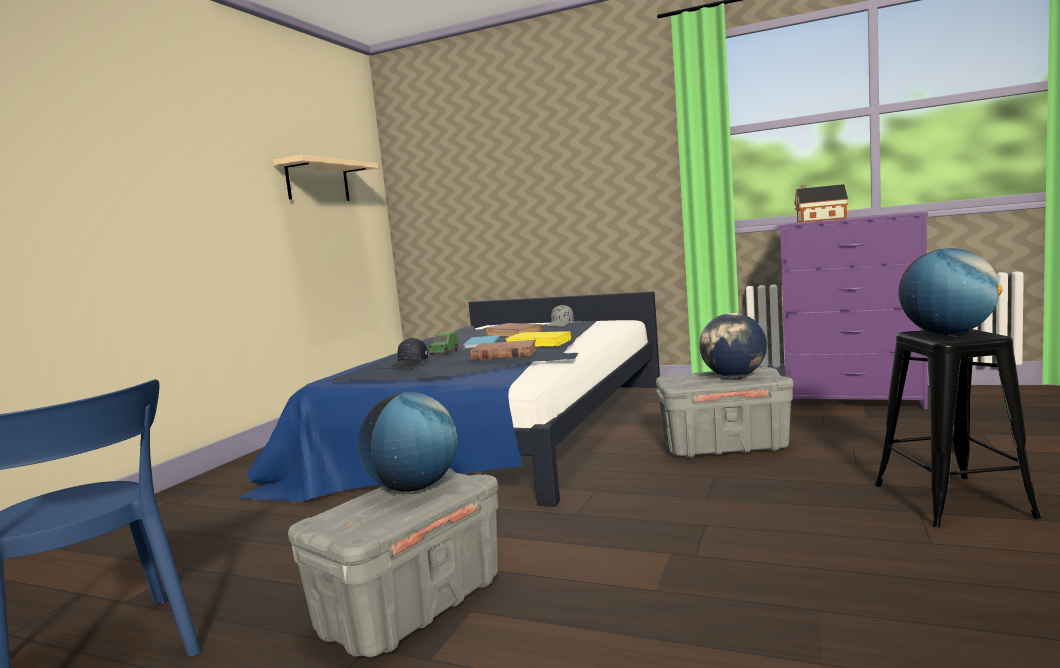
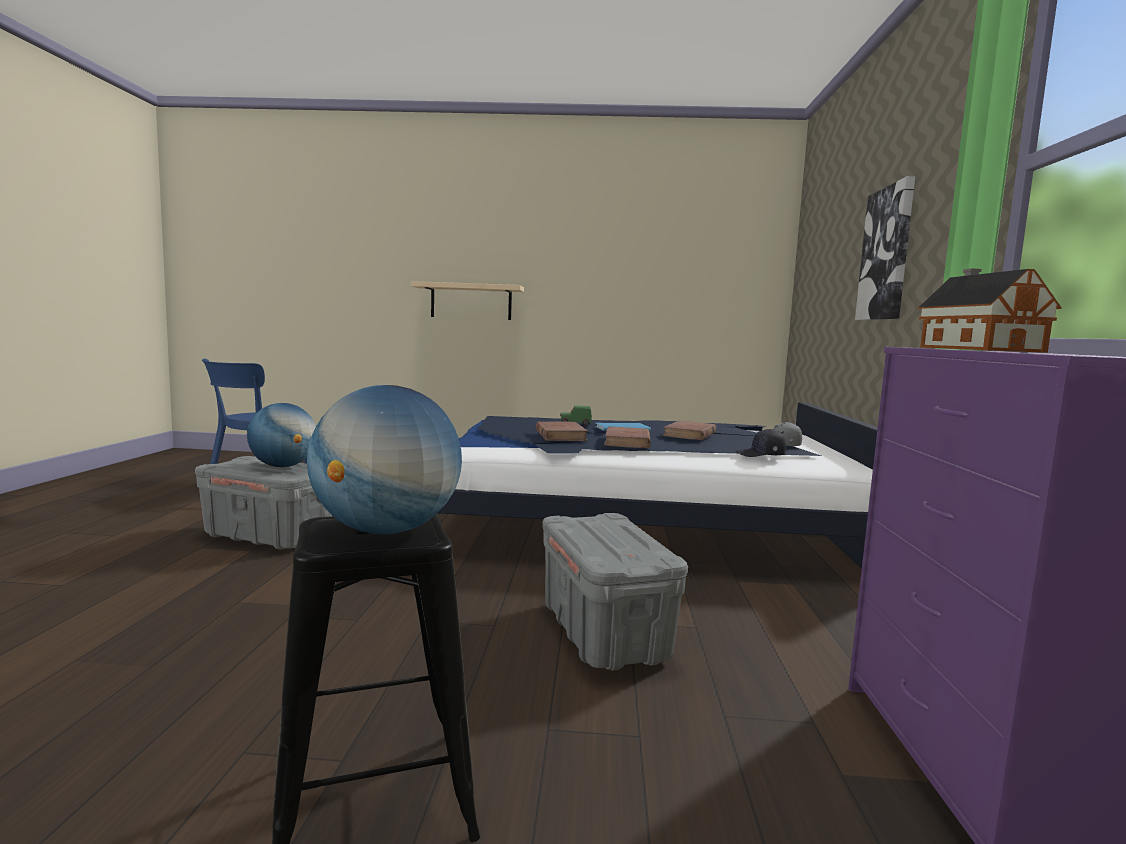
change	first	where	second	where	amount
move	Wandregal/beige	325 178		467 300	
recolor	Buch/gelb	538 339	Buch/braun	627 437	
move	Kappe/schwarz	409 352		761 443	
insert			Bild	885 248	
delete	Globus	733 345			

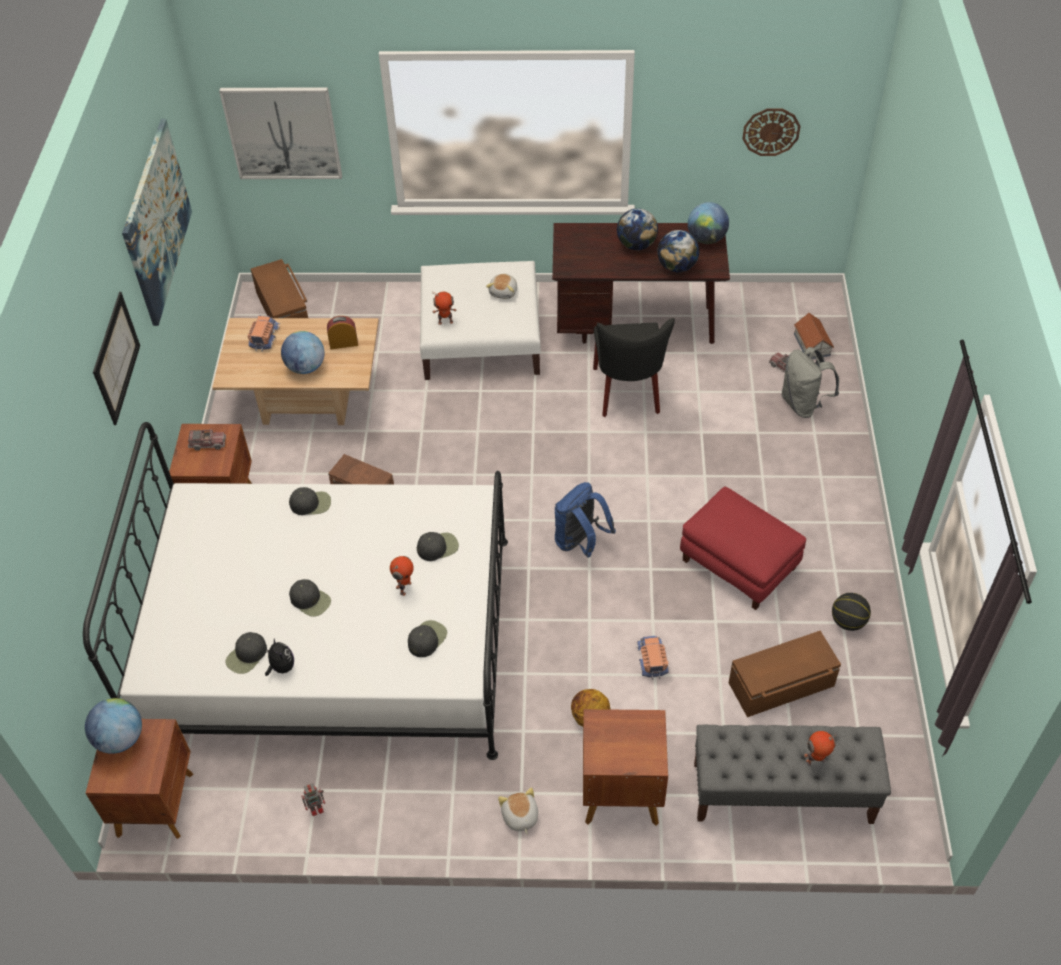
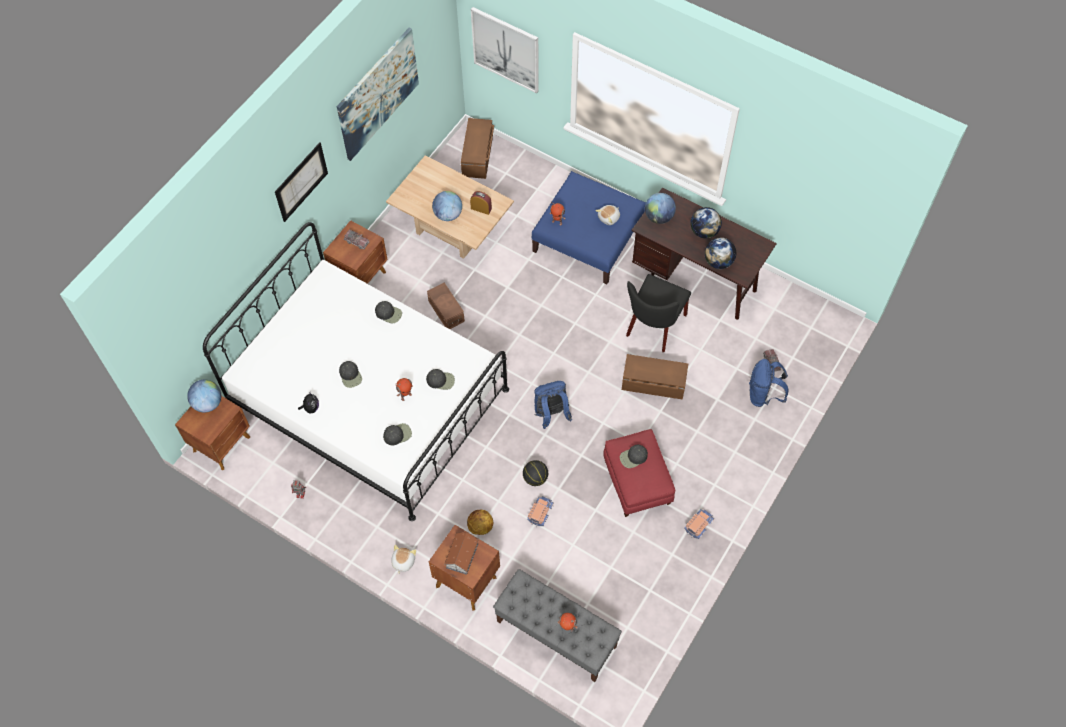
change	first	where	second	where	amount
move	Spielzeughaus	814 336		461 553	
move	Basketball	851 612		535 473	
recolor	Polsterhocker/weiß	480 320	Polsterhocker/blau	589 227	
move	Kappe/schwarz	246 653		634 456	
move	Aufbewahrungsbox/braun	785 674		655 377	
move	Globus	708 223		660 208	
move	Spielzeuglaster	263 333		699 524	
recolor	Rucksack/grau	810 382	Rucksack/blau	769 383	
delete	Wanduhr	771 132			

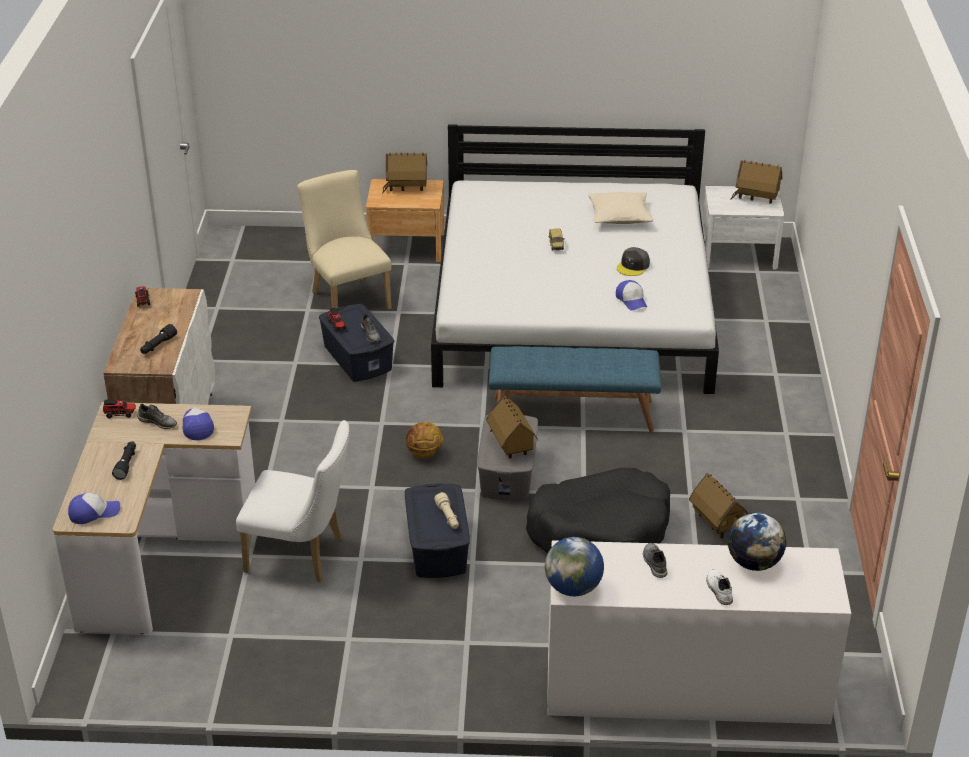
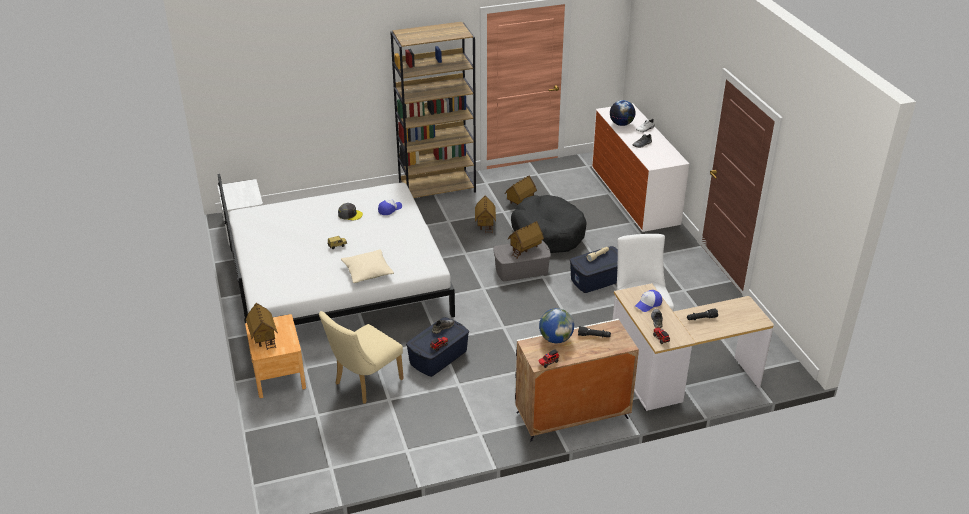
change	first	where	second	where	amount
move	Kissen/beige	620 208		367 266	
insert			Bücherregal/braun	433 110	
move	Spielzeughaus	756 182		485 214	
move	Globus	574 566		556 325	
delete	Kappe	94 508			
delete	Basketball	424 440			
delete	Bank/blau	575 389			

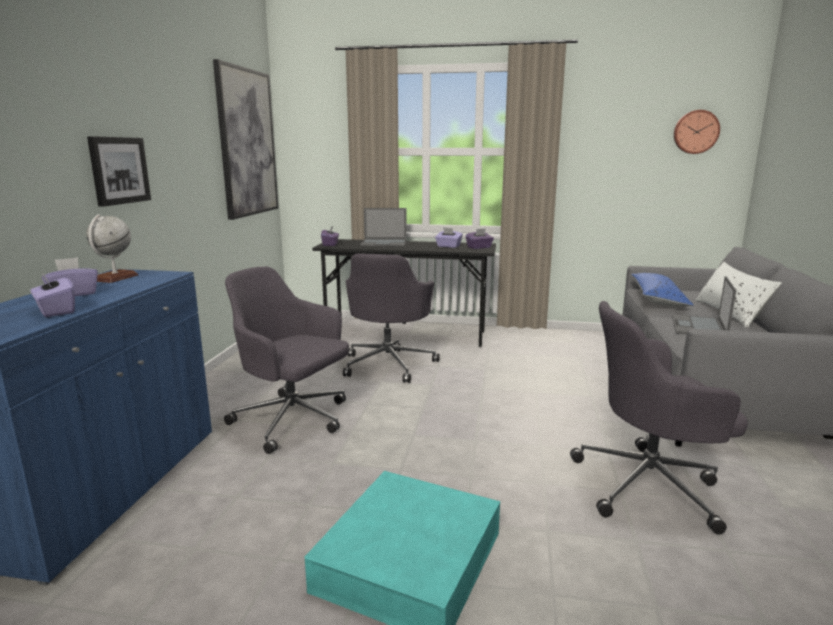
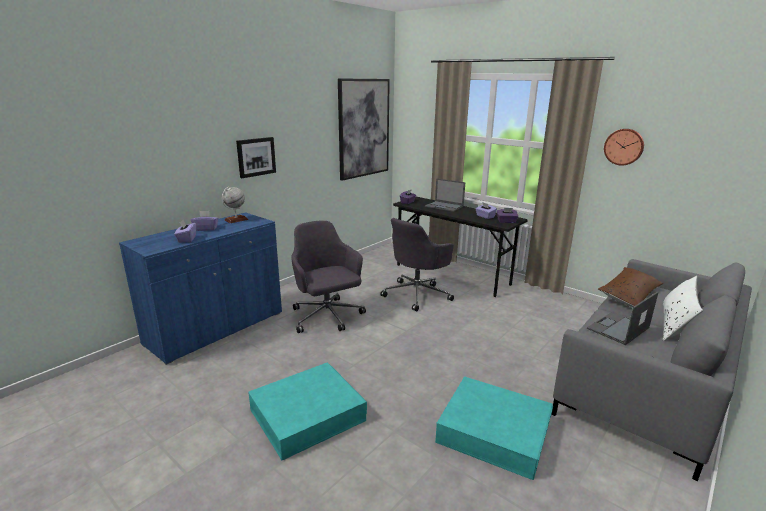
change	first	where	second	where	amount
replace	Bürostuhl/grau	659 418	Aufbewahrungsbox/türkis	494 428	
recolor	Kissen/blau	662 290	Kissen/braun	630 287	
move	Wanduhr	697 132		624 147	

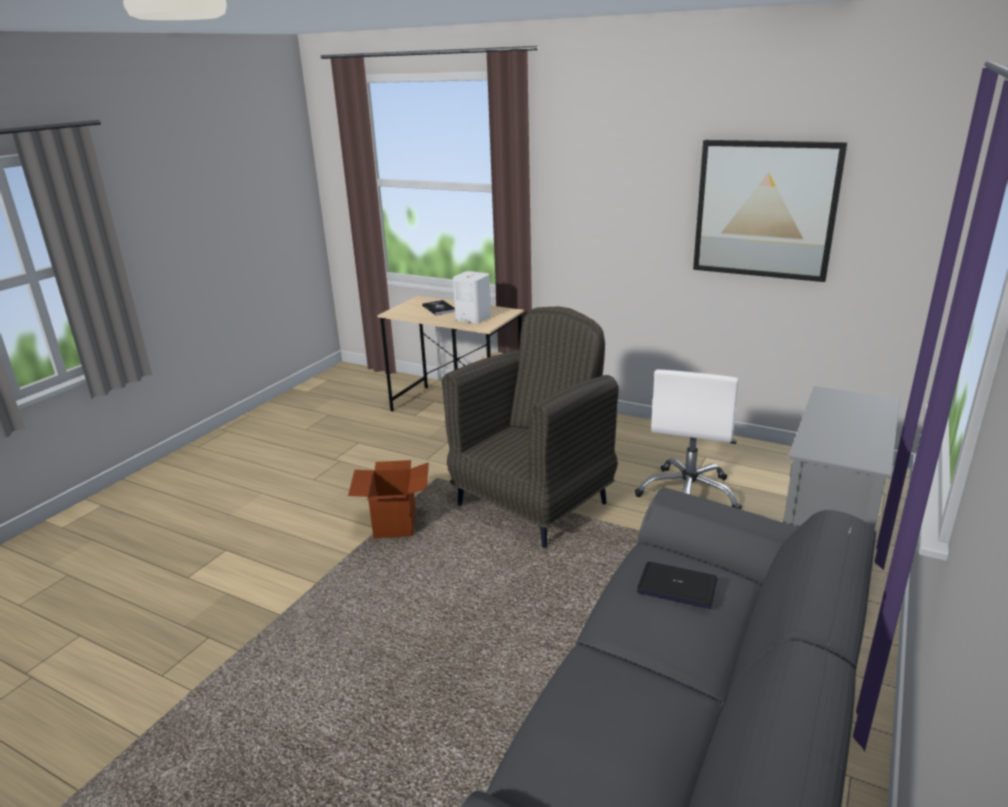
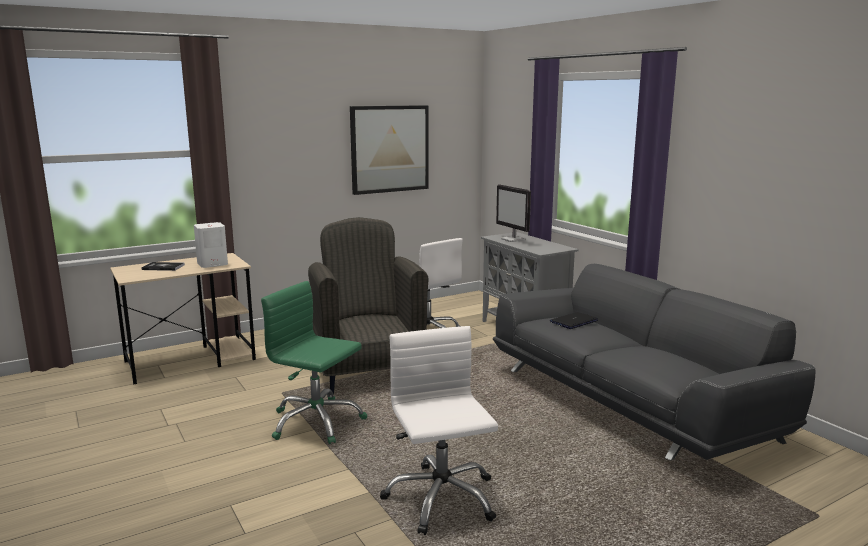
change	first	where	second	where	amount
replace	Karton	388 499	Bürostuhl/grün	314 362	
insert			Bürostuhl/weiß	439 430	
insert			Monitor	513 213	

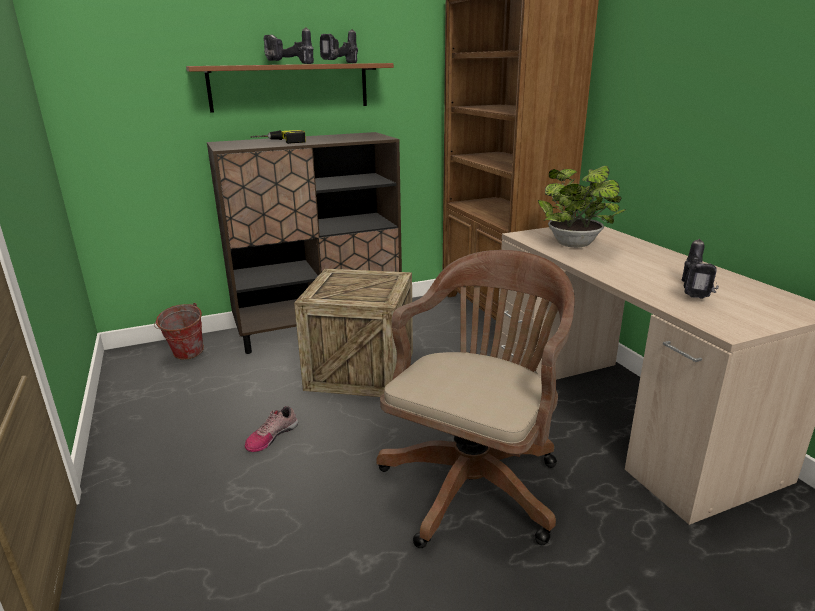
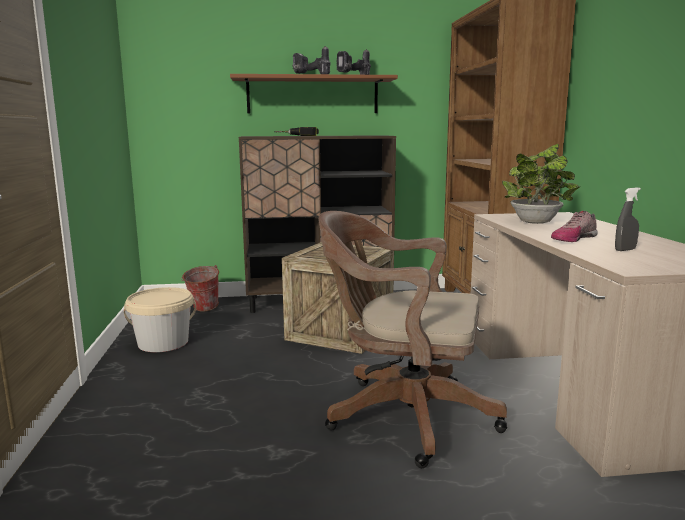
change	first	where	second	where	amount
insert			Eimer/beige	160 319	
rotate	Bürostuhl/braun	475 399		413 339	120 degrees counterclockwise
move	Schuh	271 429		574 226	
replace	Bohrmaschine	700 269	Sprühflasche/grau	628 219	

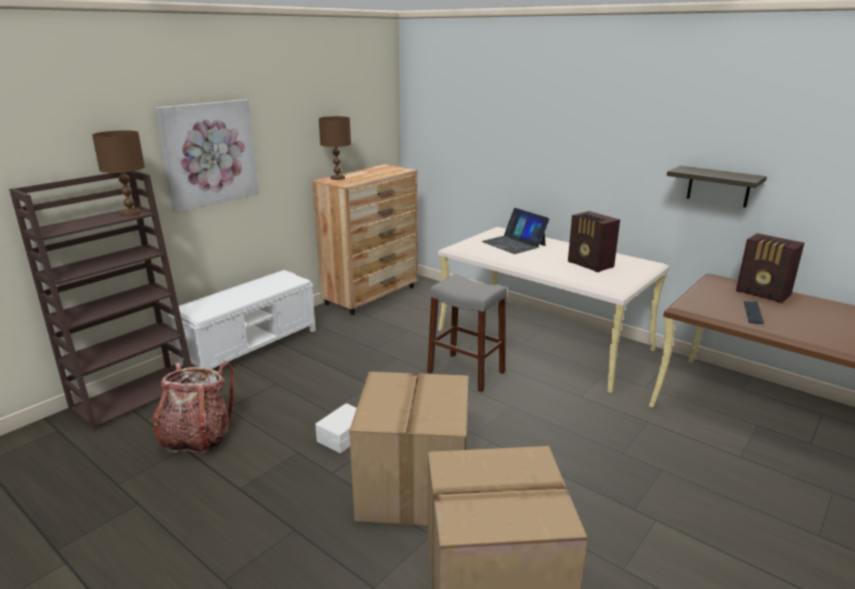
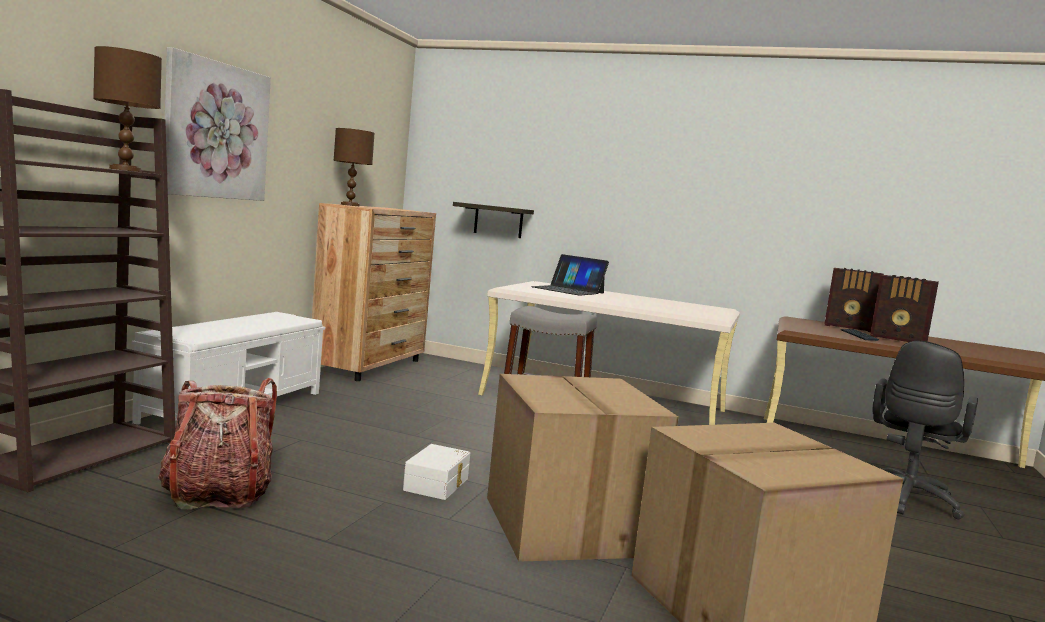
change	first	where	second	where	amount
move	Wandregal	717 187		493 220	
move	Radio	594 241		904 308	
insert			Bürostuhl/schwarz	925 430	

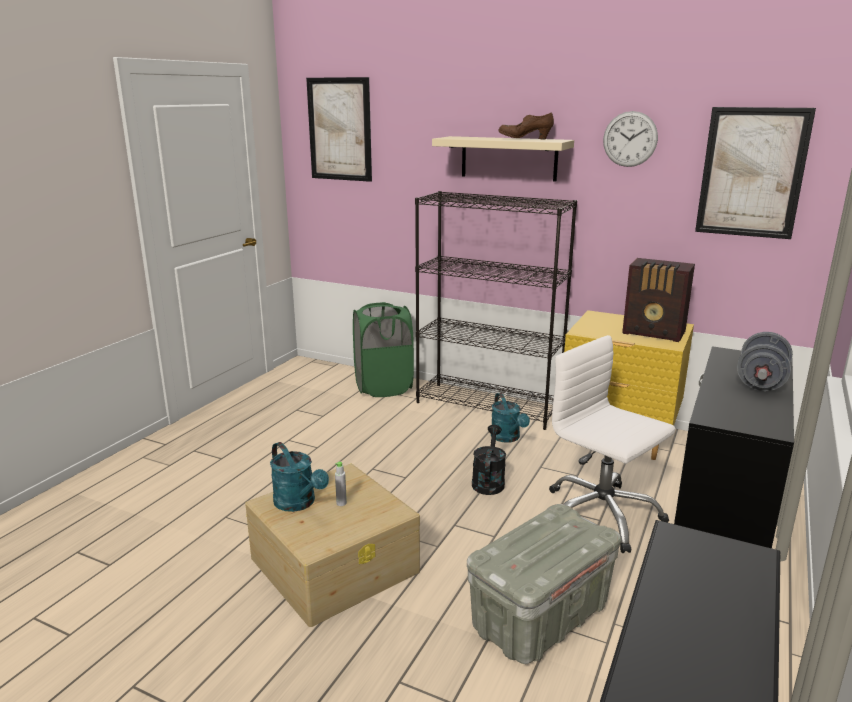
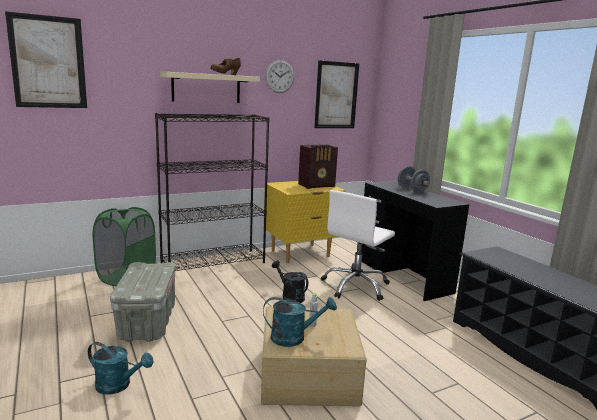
change	first	where	second	where	amount
move	Gießkanne/türkis	510 418		120 368	
move	Aufbewahrungsbox/grau	544 584		143 302	
rotate	Bürostuhl/weiß	612 444		358 245	45 degrees counterclockwise

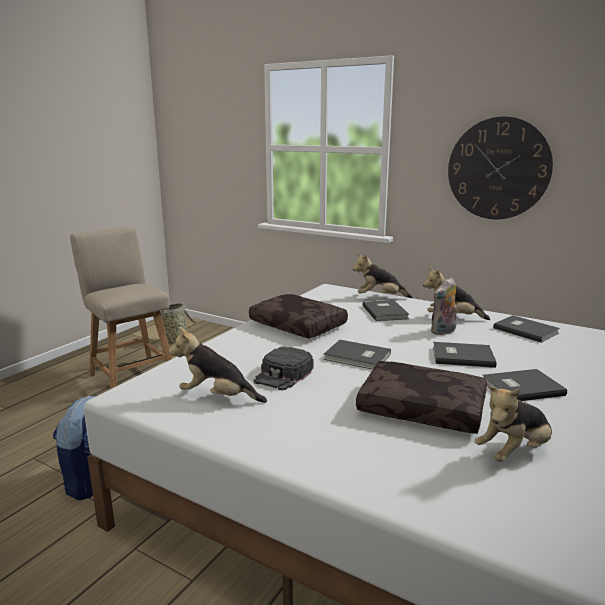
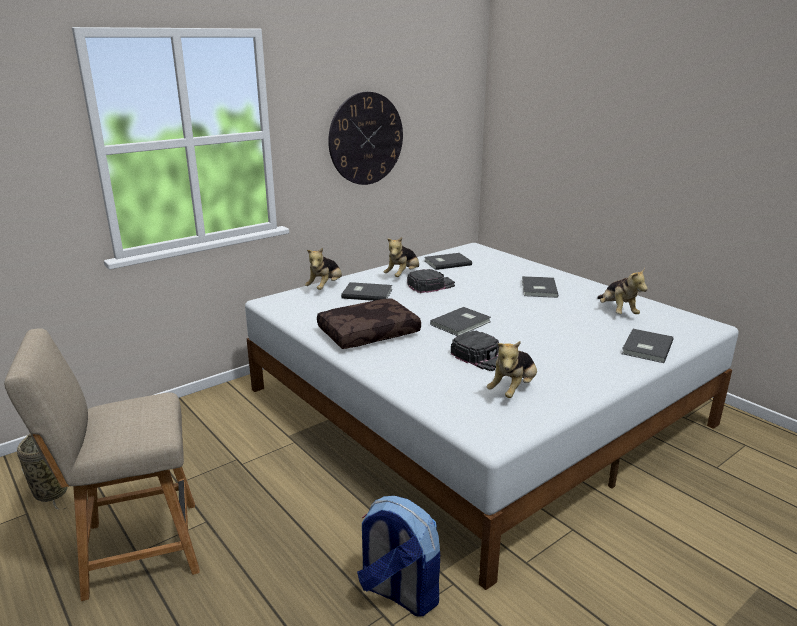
change	first	where	second	where	amount
replace	Plüschtier	444 306	Kappe/schwarz	431 281	
move	Buch/grau	465 355		647 346	
delete	Kissen/braun	421 397			

